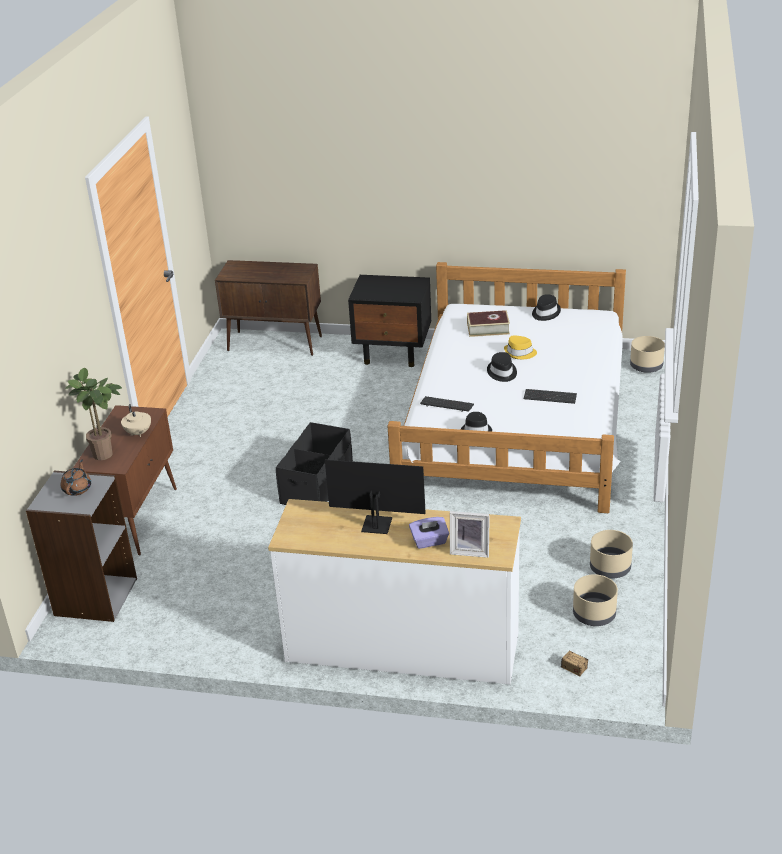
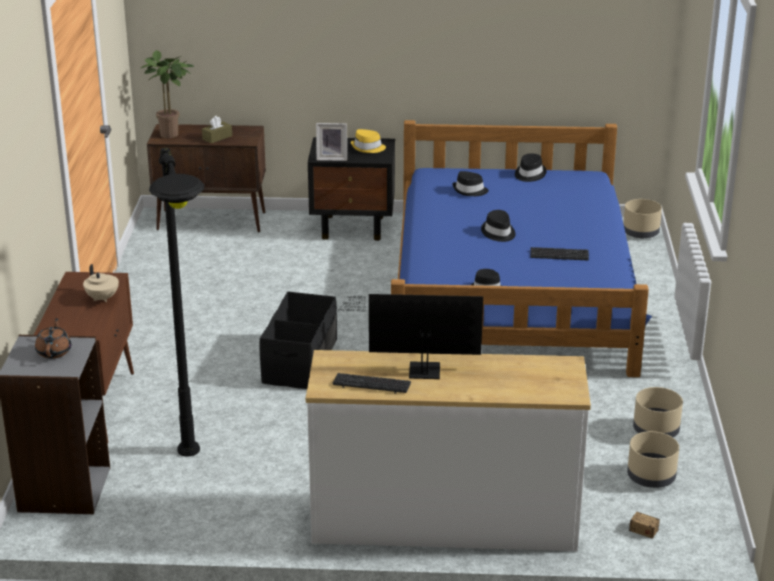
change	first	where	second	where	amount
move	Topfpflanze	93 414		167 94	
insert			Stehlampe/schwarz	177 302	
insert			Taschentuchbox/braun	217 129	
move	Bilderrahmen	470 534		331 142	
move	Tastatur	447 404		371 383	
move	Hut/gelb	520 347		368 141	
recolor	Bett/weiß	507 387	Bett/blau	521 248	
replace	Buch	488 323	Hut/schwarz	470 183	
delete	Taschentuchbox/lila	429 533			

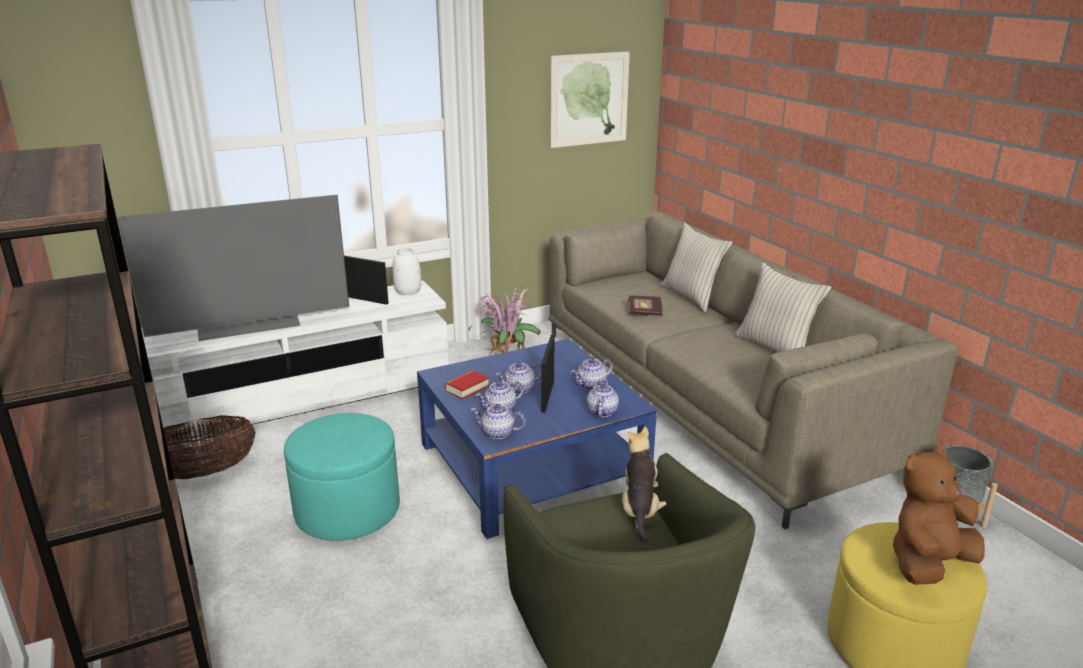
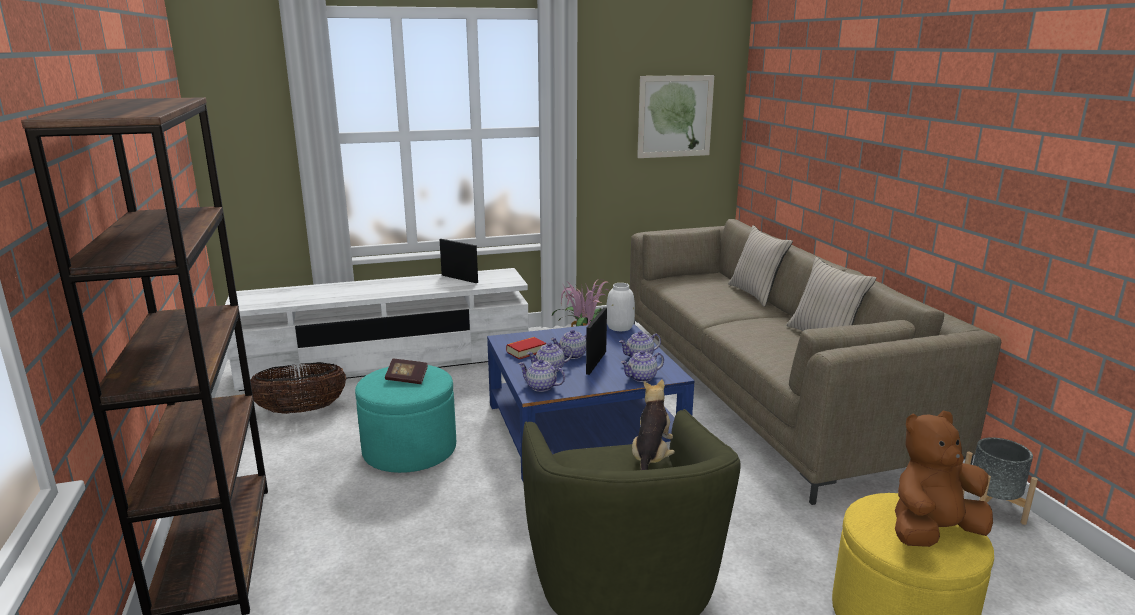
change	first	where	second	where	amount
move	Buch	645 306		406 371	
move	Vase/weiß	407 271		620 307	
rotate	Teekanne	603 398		642 366	135 degrees counterclockwise
delete	Fernseher	233 268			

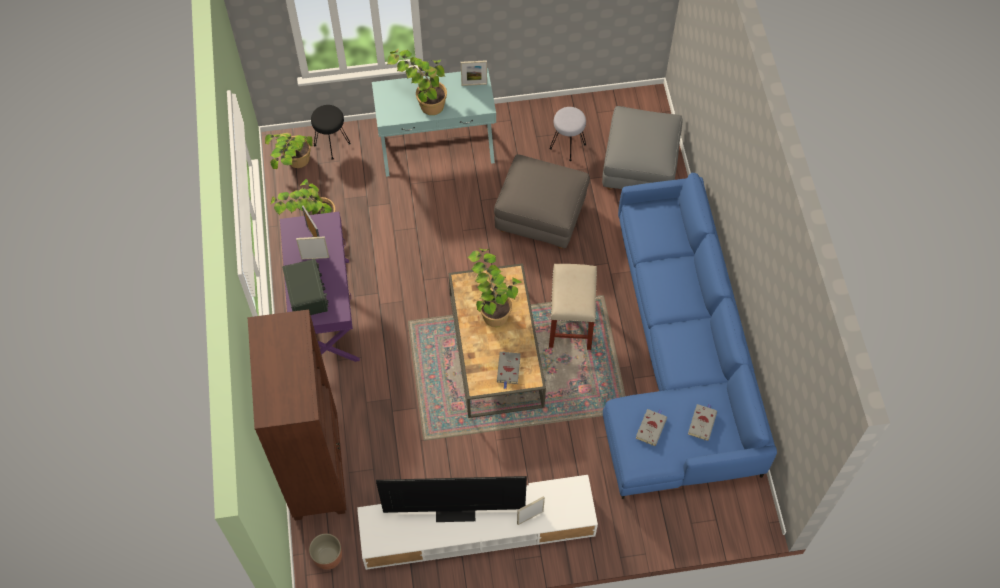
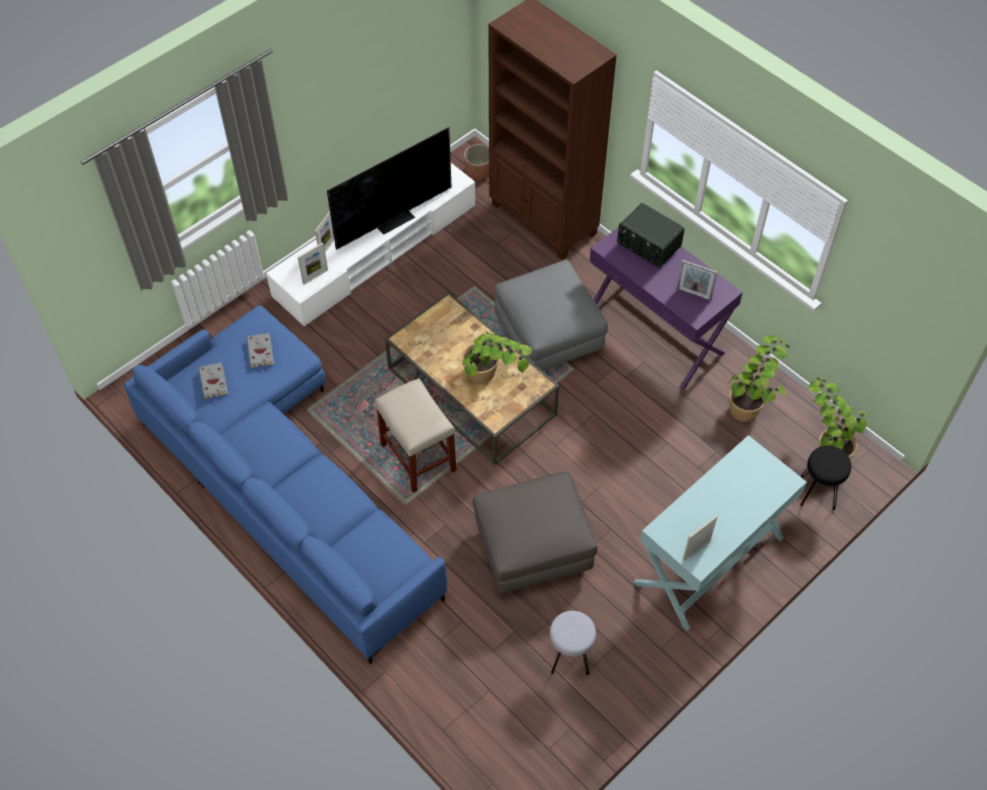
change	first	where	second	where	amount
move	Bilderrahmen	312 248		313 263	
move	Polsterhocker/grau	642 148		551 315	
delete	Topfpflanze	417 81			
delete	Buch/grau	509 370			

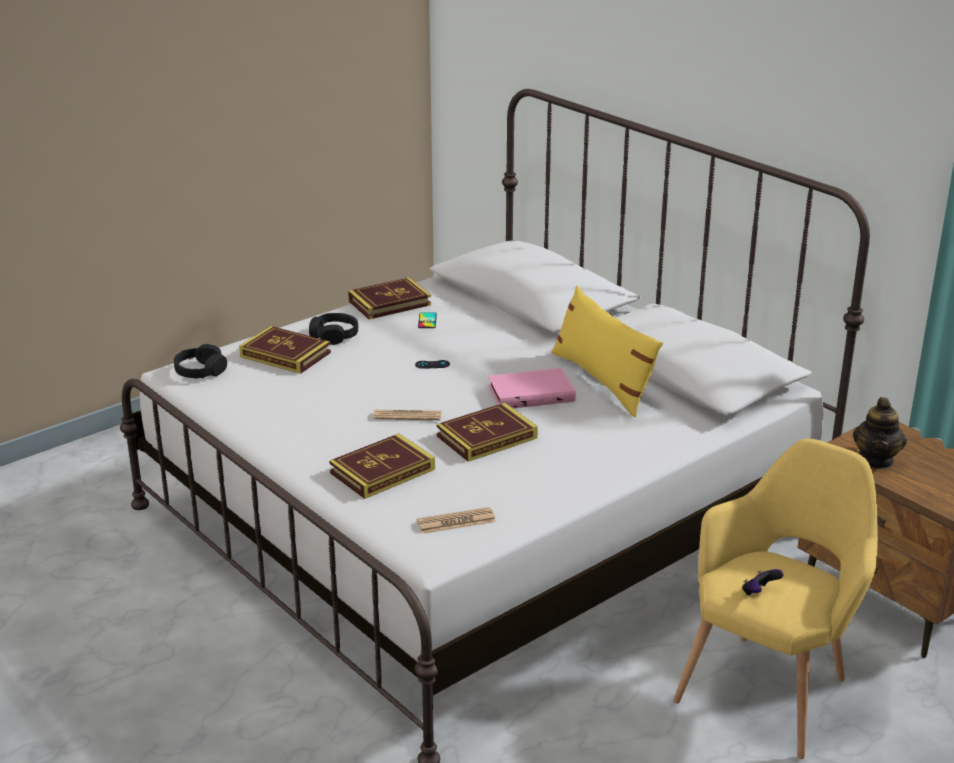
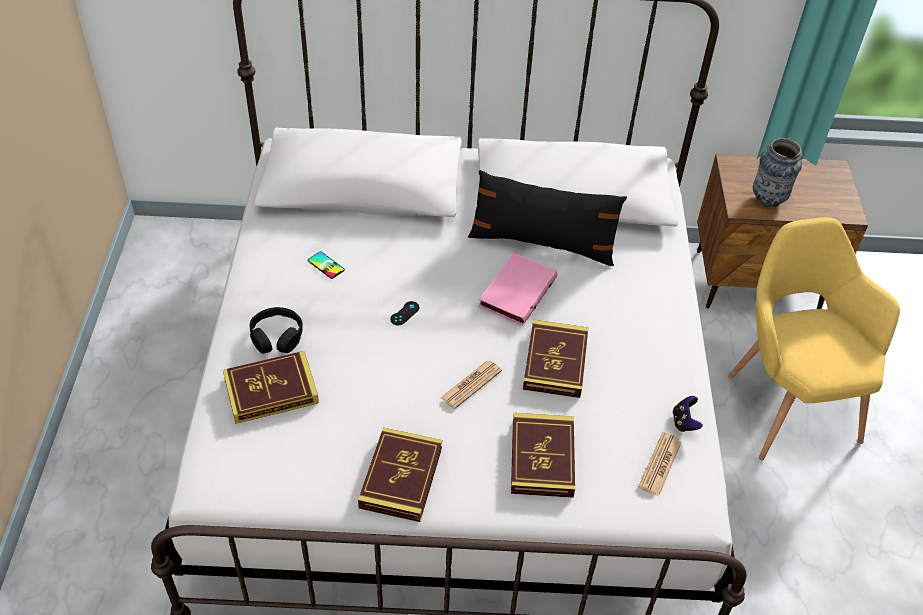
change	first	where	second	where	amount
move	Buch	389 298		400 475	
recolor	Kissen/gelb	607 351	Kissen/schwarz	547 218	
move	Gamepad	763 582		688 414	
replace	Teekanne	880 433	Vase	778 173	
delete	Kopfhörer/schwarz	200 361			

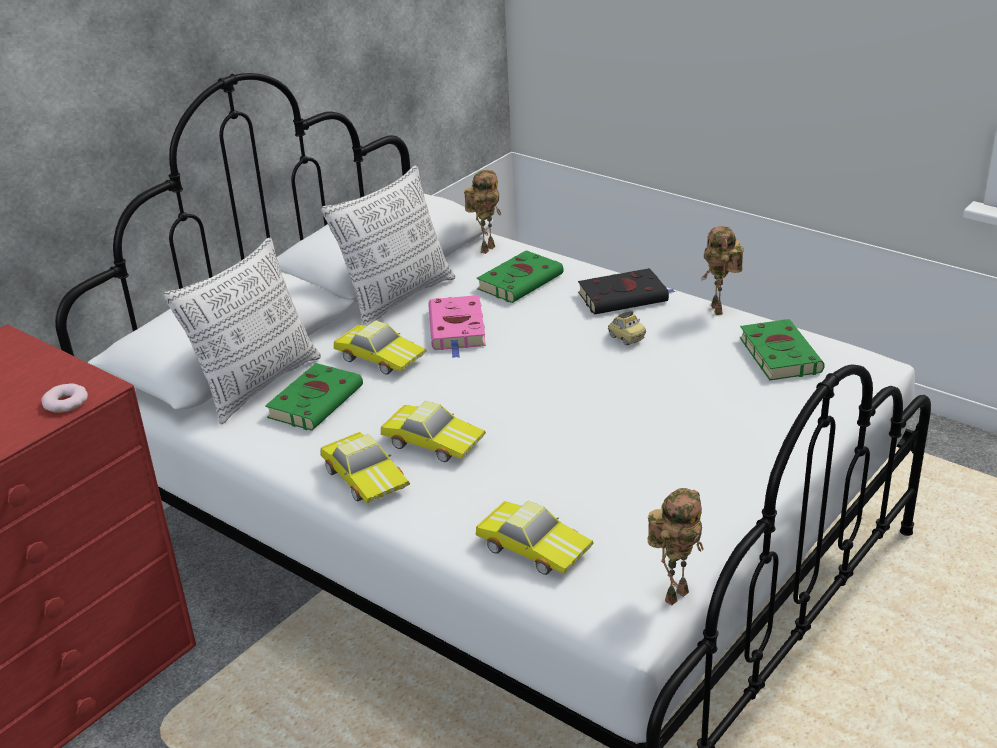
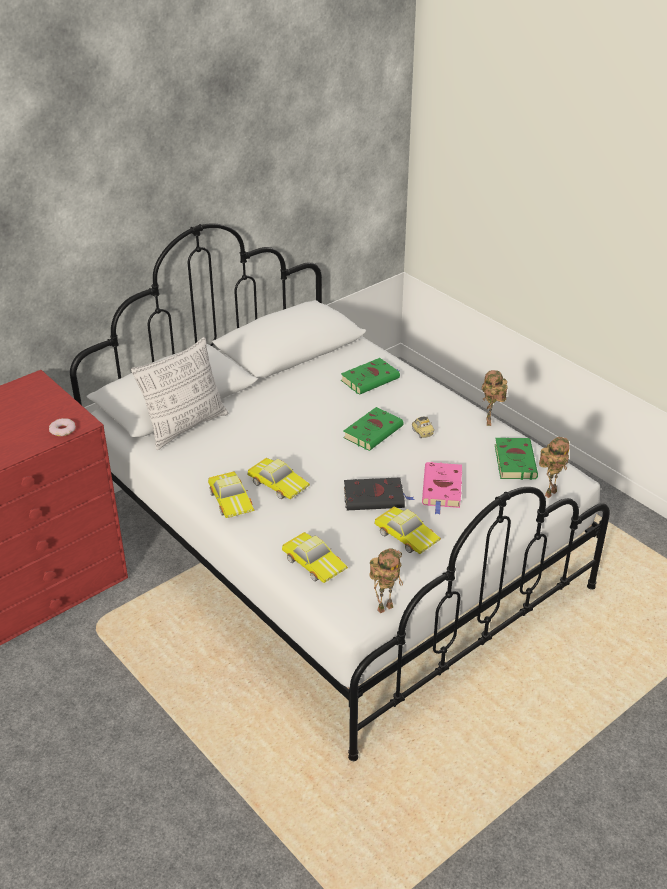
change	first	where	second	where	amount
move	Buch/grün	314 397		373 429	
move	Buch/schwarz	627 291		379 493	
move	Spielzeugauto	380 347		407 530	
move	Buch/rosa	457 326		442 488	
move	Spielzeugroboter	482 212		554 467	
delete	Kissen	388 245			

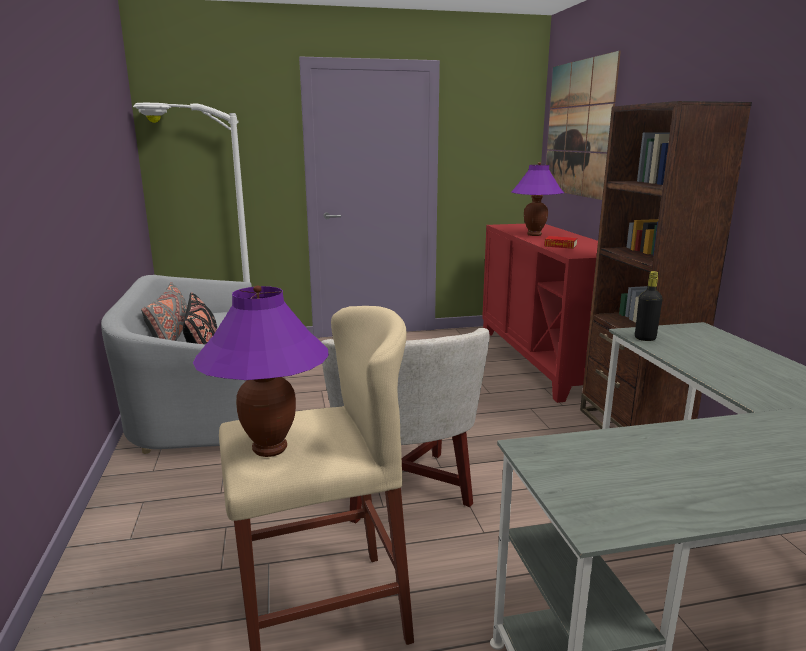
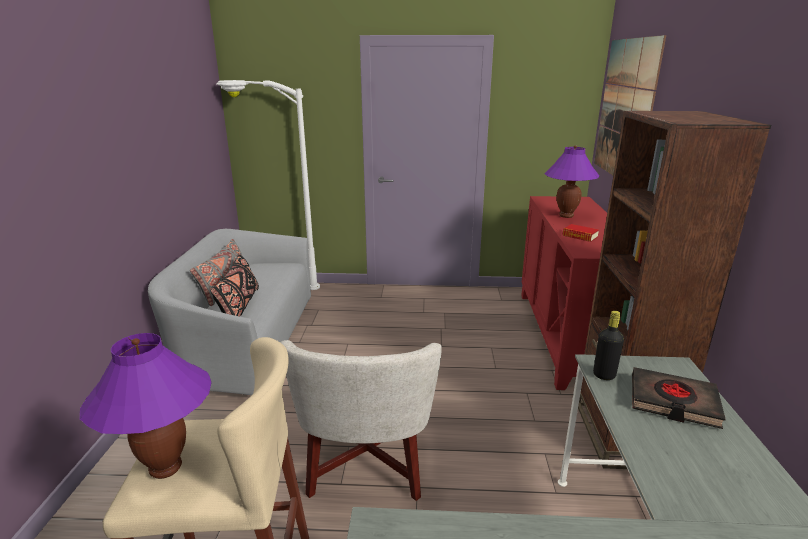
change	first	where	second	where	amount
insert			Buch/schwarz	679 398	

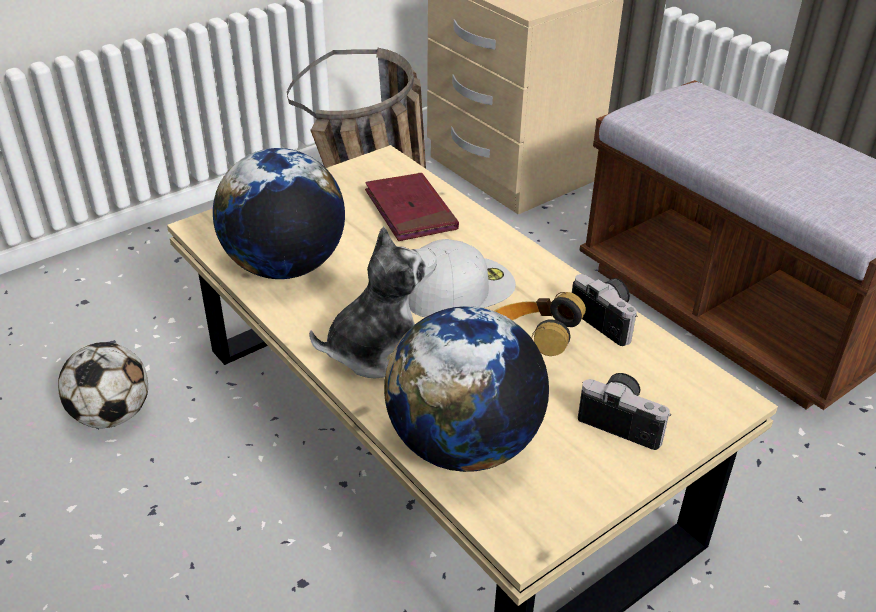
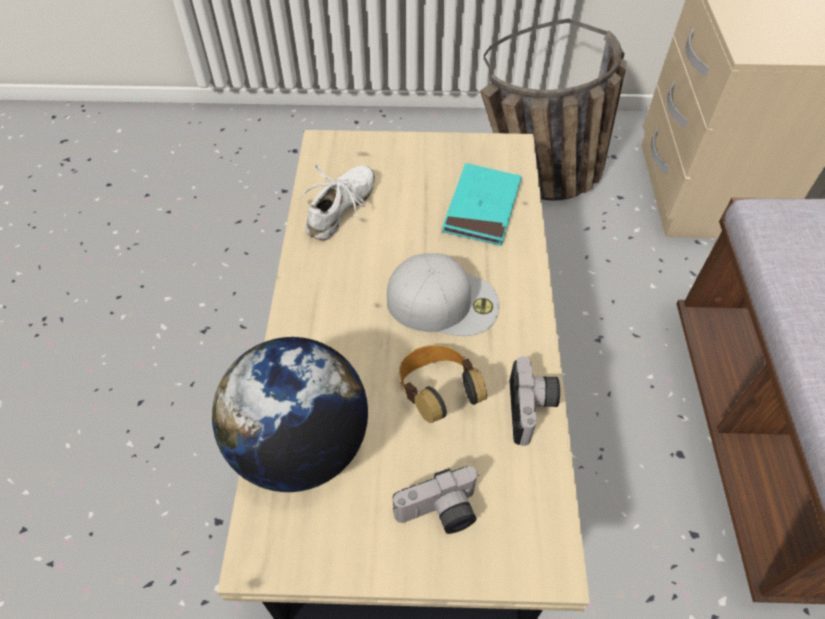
change	first	where	second	where	amount
replace	Globus	279 213	Schuh/weiß	336 202	
rotate	Kamera	624 411		436 500	90 degrees clockwise
recolor	Buch/rot	412 207	Buch/türkis	481 204	
delete	Fußball	103 385			
delete	Plüschtier	373 302			

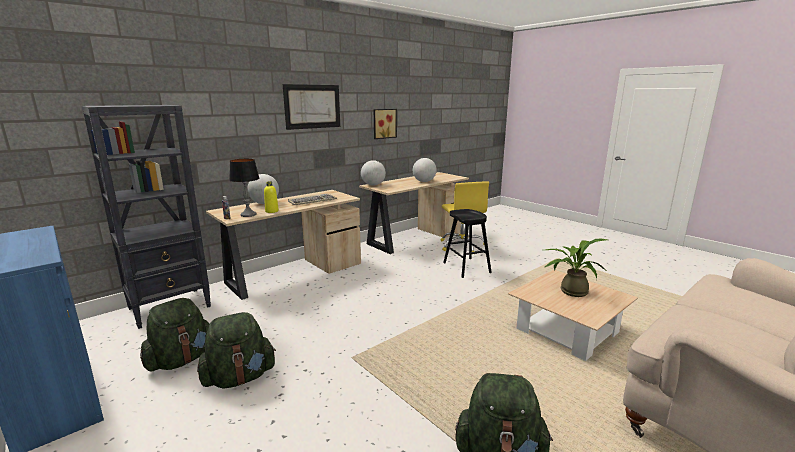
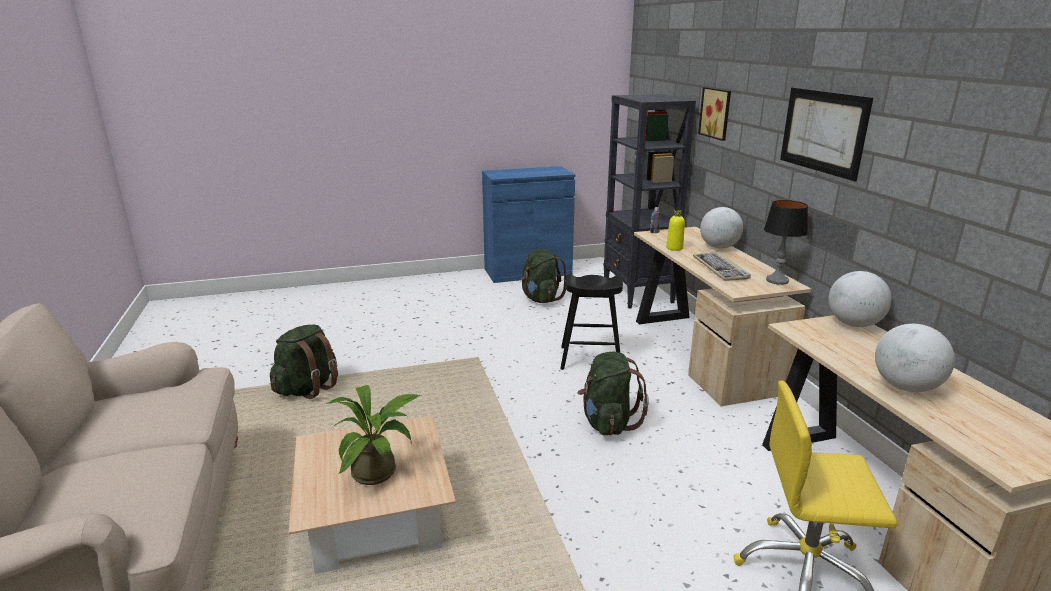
change	first	where	second	where	amount
move	Hocker/schwarz	467 243		591 322	
move	Rucksack/grün	236 350		613 394	
move	Bild	385 124		714 114	
move	Tischlampe	244 188		786 242	

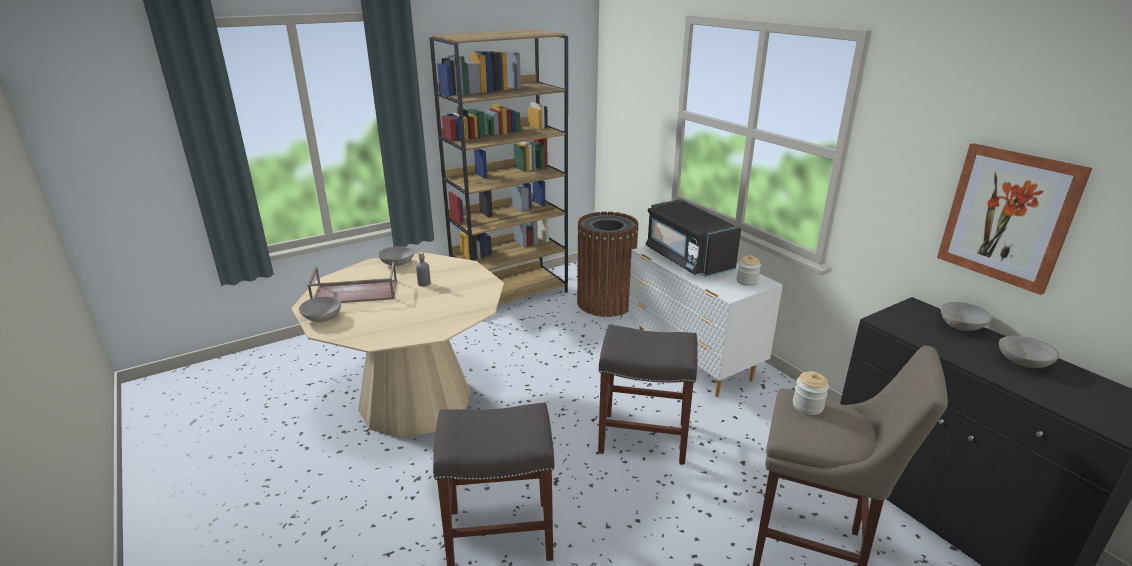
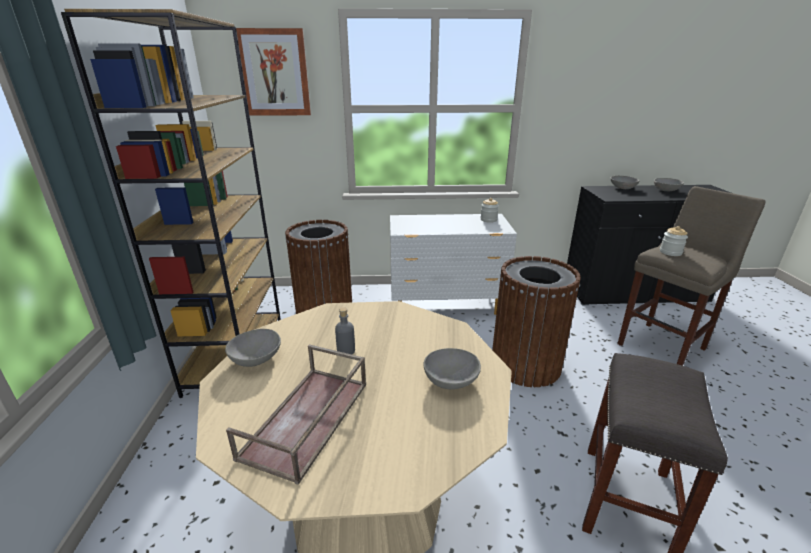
change	first	where	second	where	amount
move	Bild	1014 219		273 72	
move	Schüssel/grau	320 309		452 368	
replace	Hocker/grau	648 394	Mülleimer/braun	536 321	
delete	Mikrowelle/schwarz	693 238			

